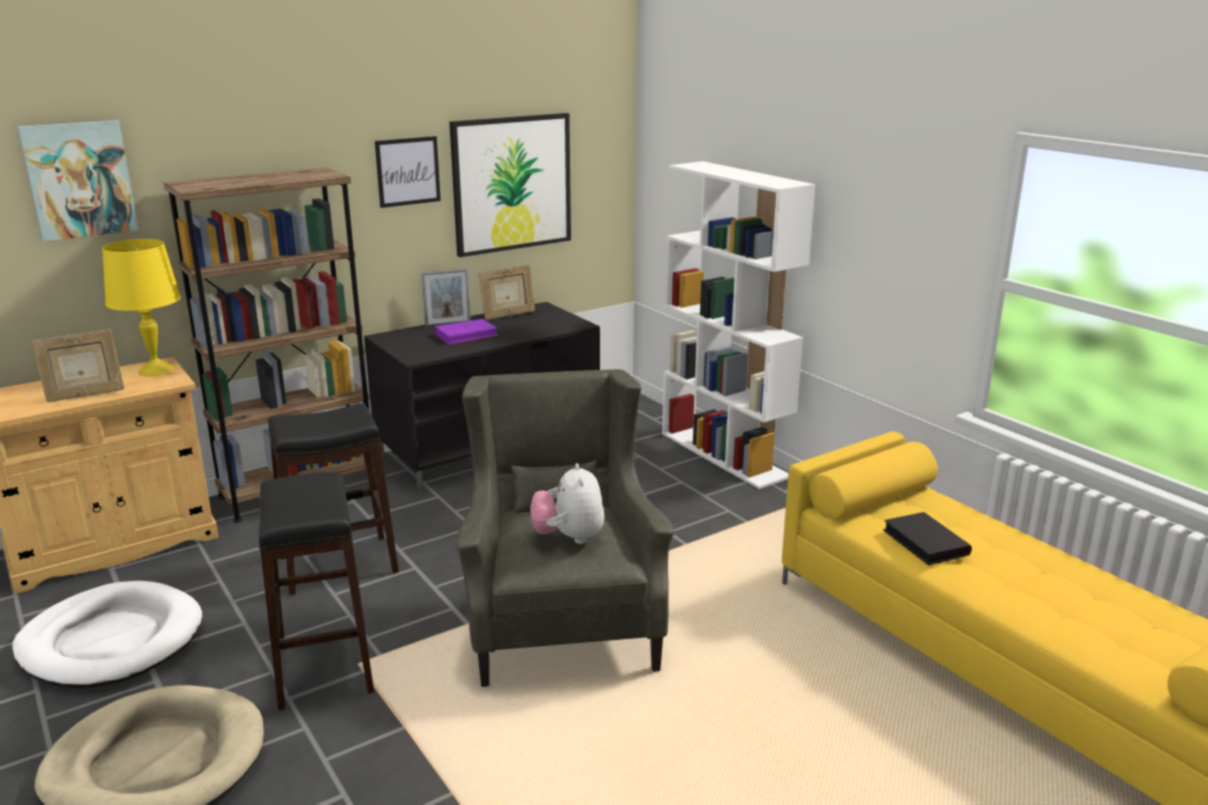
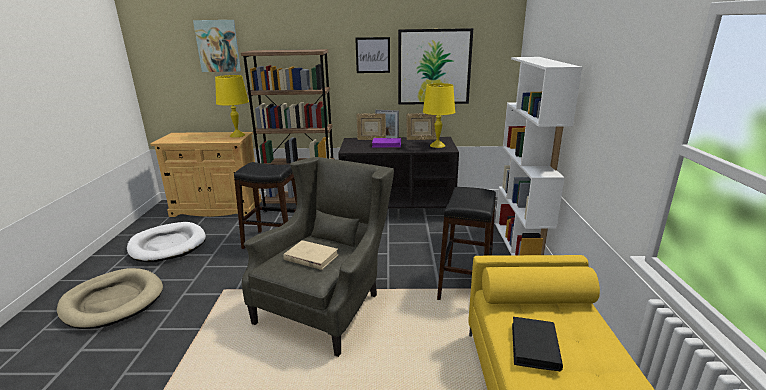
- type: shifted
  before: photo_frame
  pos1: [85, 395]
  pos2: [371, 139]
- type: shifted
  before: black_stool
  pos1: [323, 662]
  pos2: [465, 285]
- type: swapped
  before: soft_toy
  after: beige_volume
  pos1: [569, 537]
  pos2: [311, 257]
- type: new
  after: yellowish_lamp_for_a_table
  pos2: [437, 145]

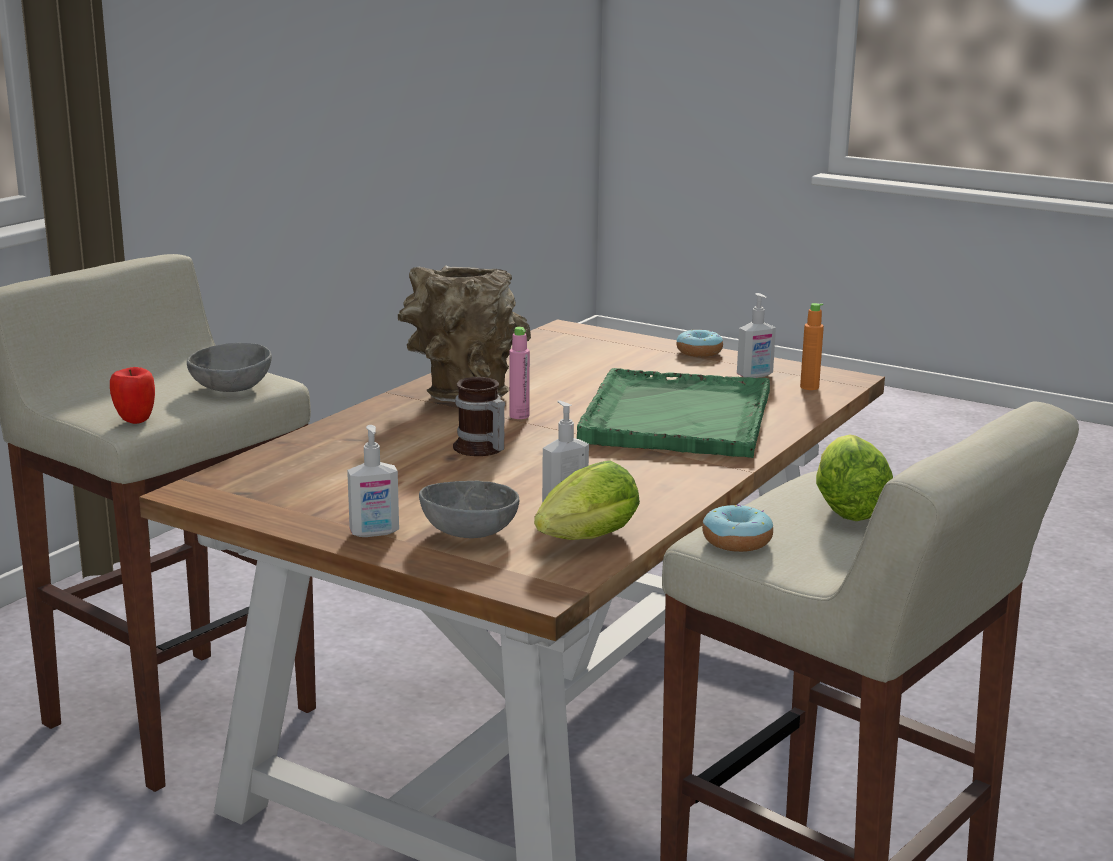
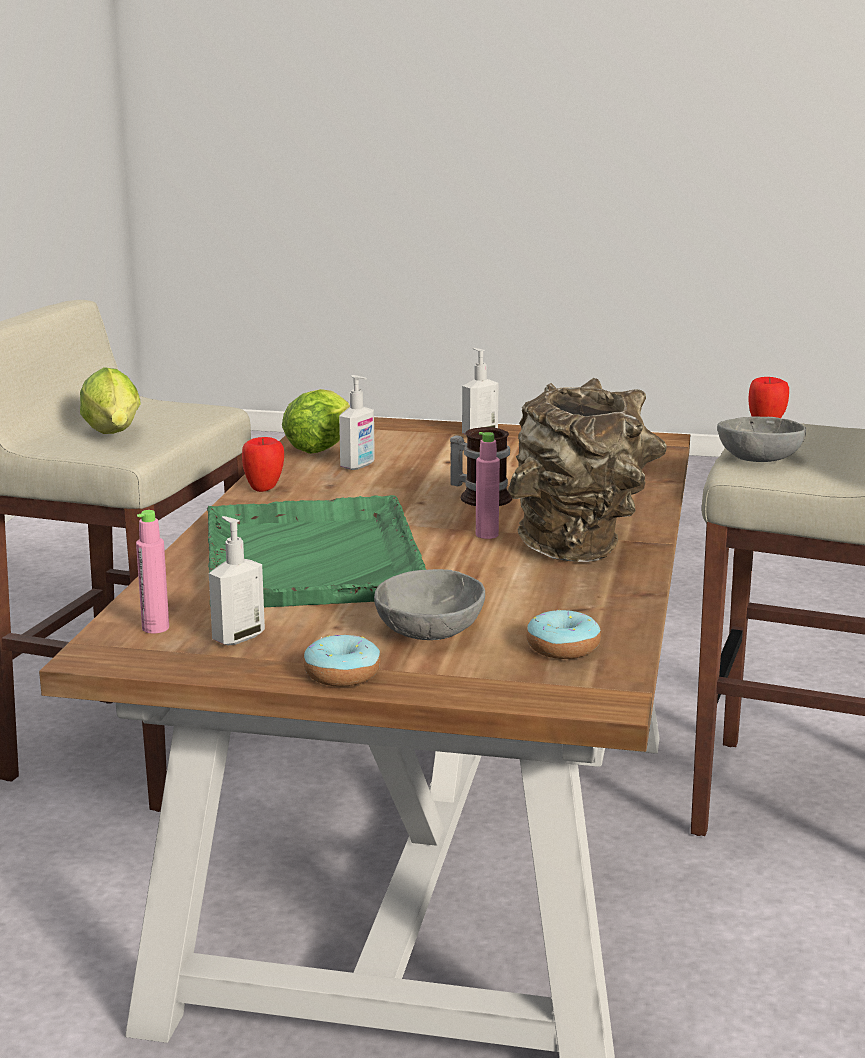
- type: shifted
  before: grey_deep_dish
  pos1: [469, 531]
  pos2: [430, 633]
- type: shifted
  before: doughnut
  pos1: [736, 541]
  pos2: [563, 648]
- type: repainted
  before: orange-coloured_beverage_bottle
  after: pink-coloured_beverage_bottle
  pos1: [809, 387]
  pos2: [155, 628]
- type: new
  after: whole_apple
  pos2: [264, 489]

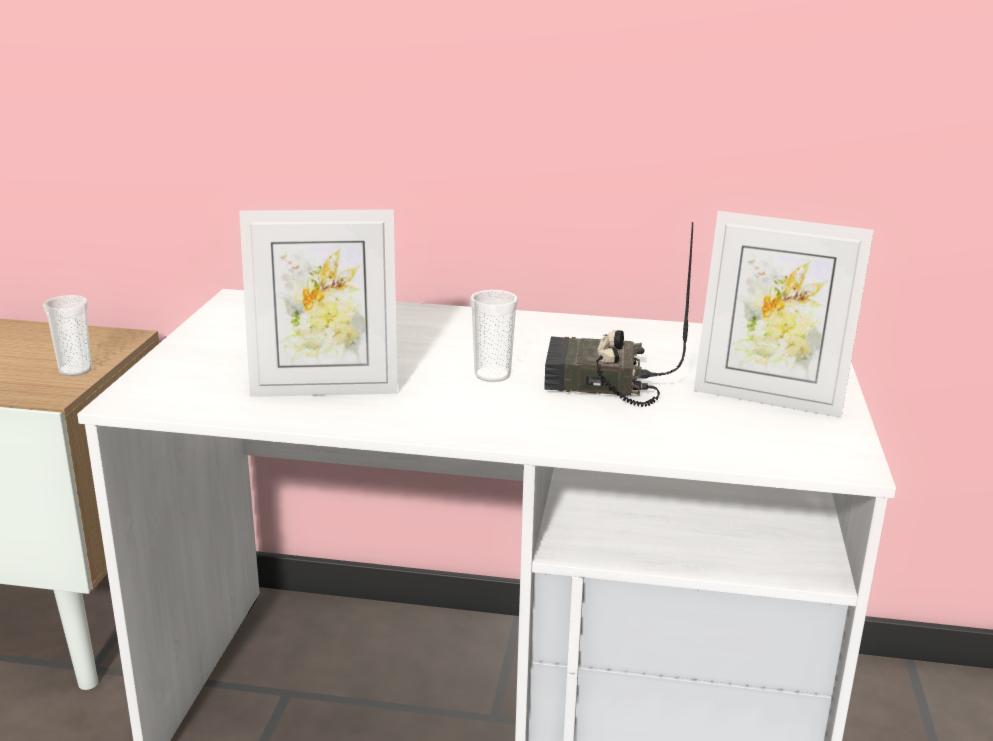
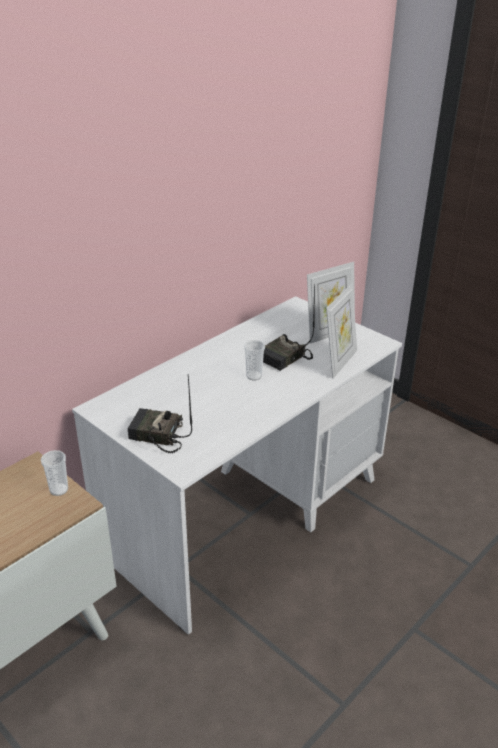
- type: shifted
  before: photo_frame
  pos1: [325, 388]
  pos2: [339, 362]
- type: new
  after: radio_receiver
  pos2: [156, 436]

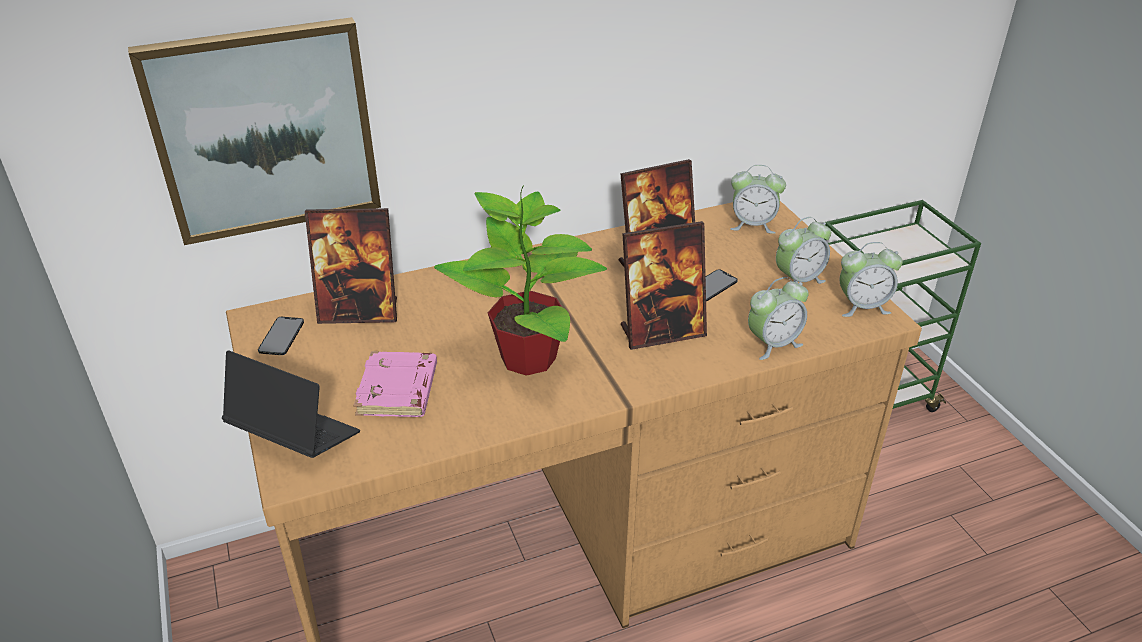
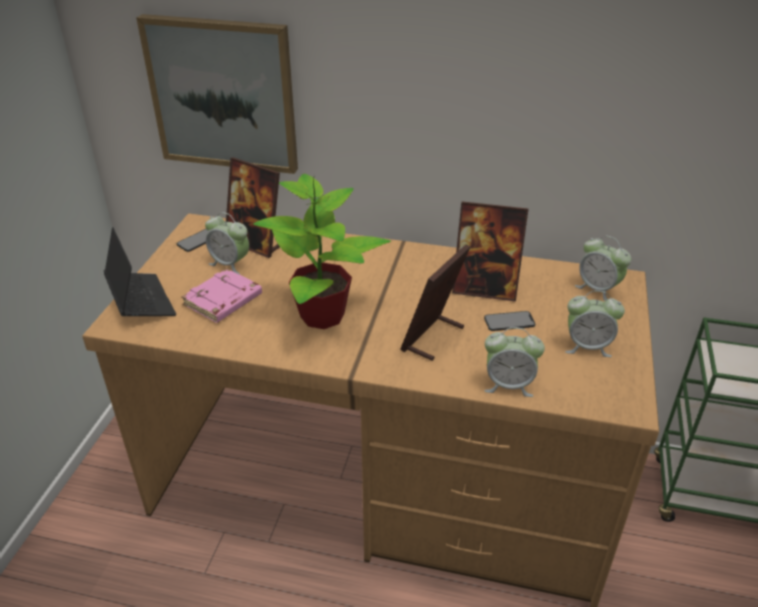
- type: rotated
  before: photo_frame
  pos1: [662, 332]
  pos2: [433, 338]
  turn: 105
- type: shifted
  before: table_clock
  pos1: [862, 306]
  pos2: [230, 264]

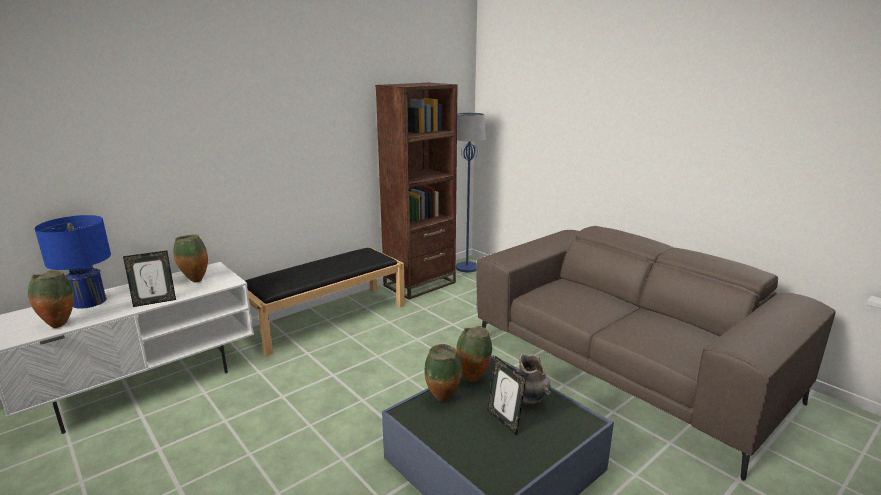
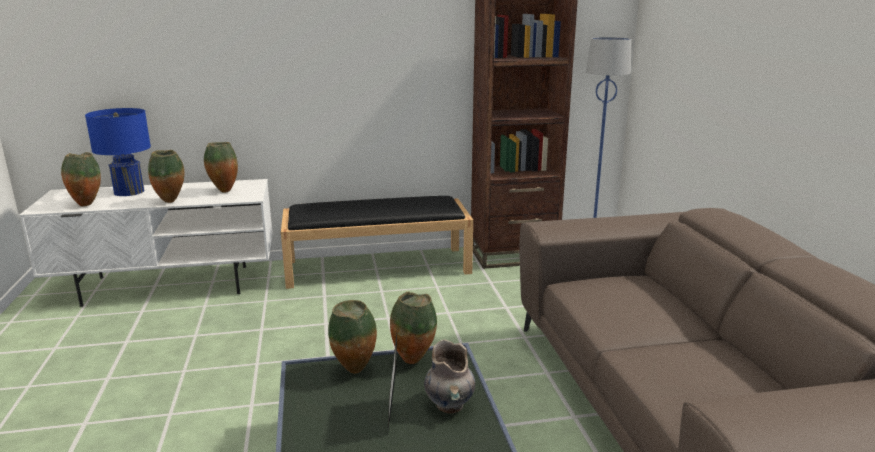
- type: swapped
  before: photo_frame
  after: flower_vase
  pos1: [155, 302]
  pos2: [171, 202]

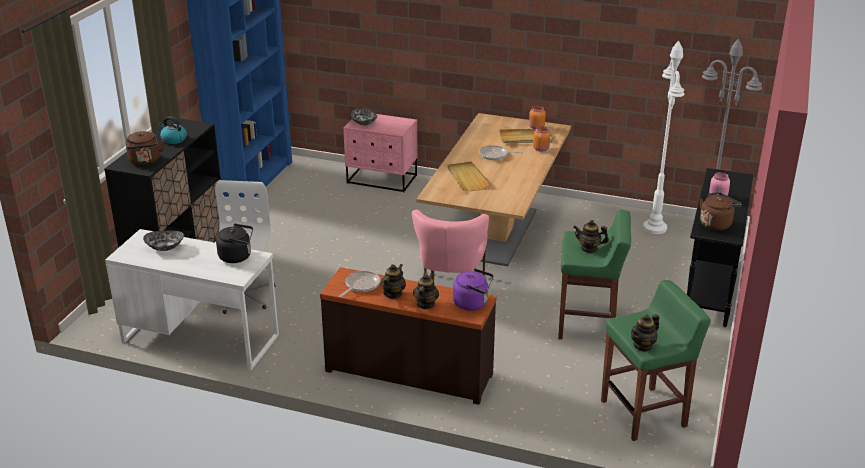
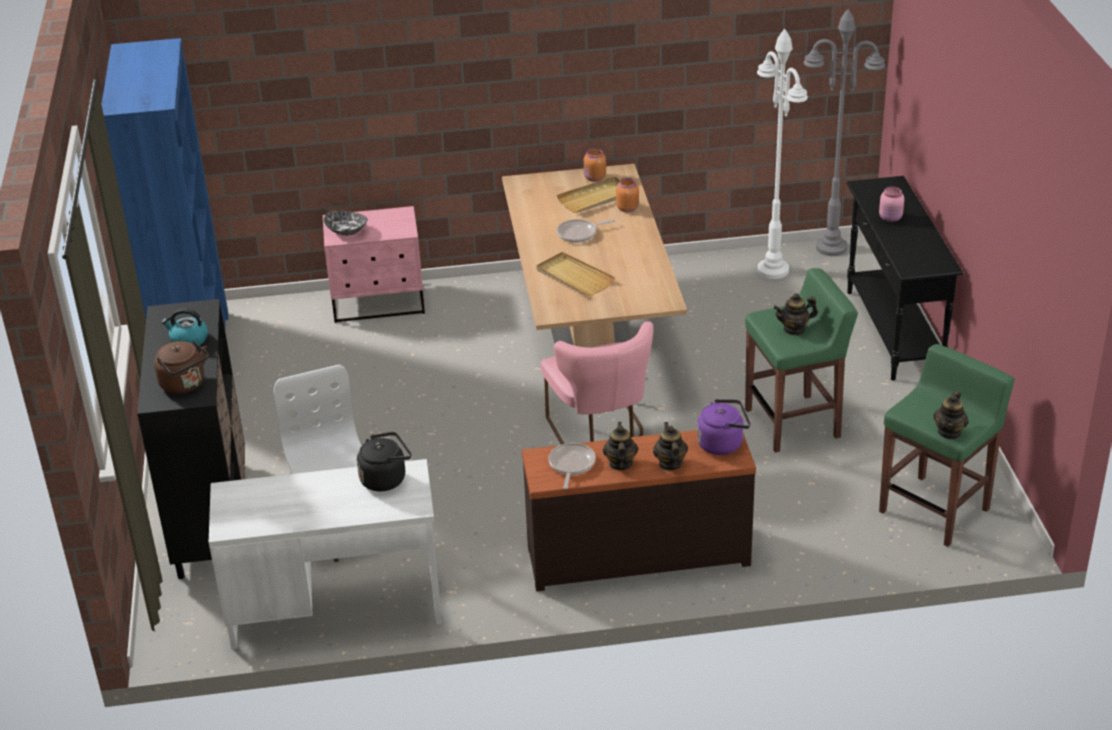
- type: gone
  before: deep_dish
  pos1: [165, 248]
- type: gone
  before: brown_tea_kettle
  pos1: [716, 224]

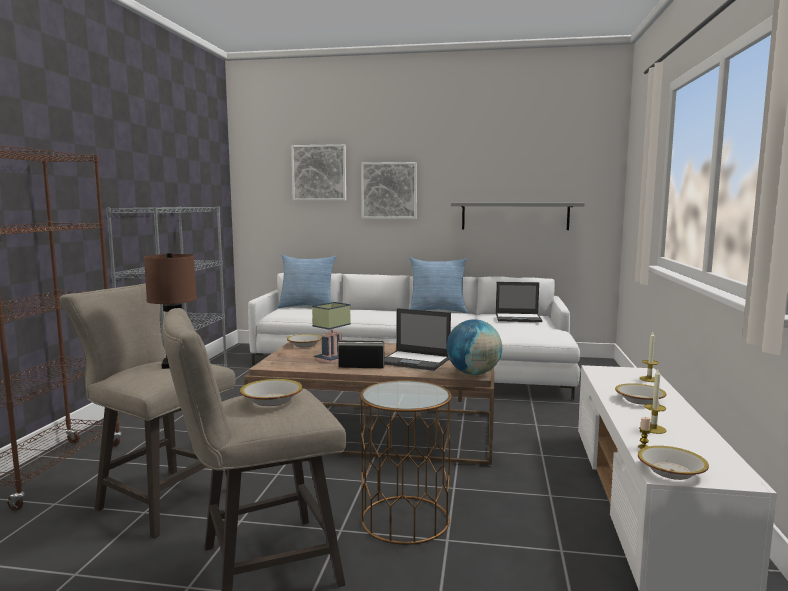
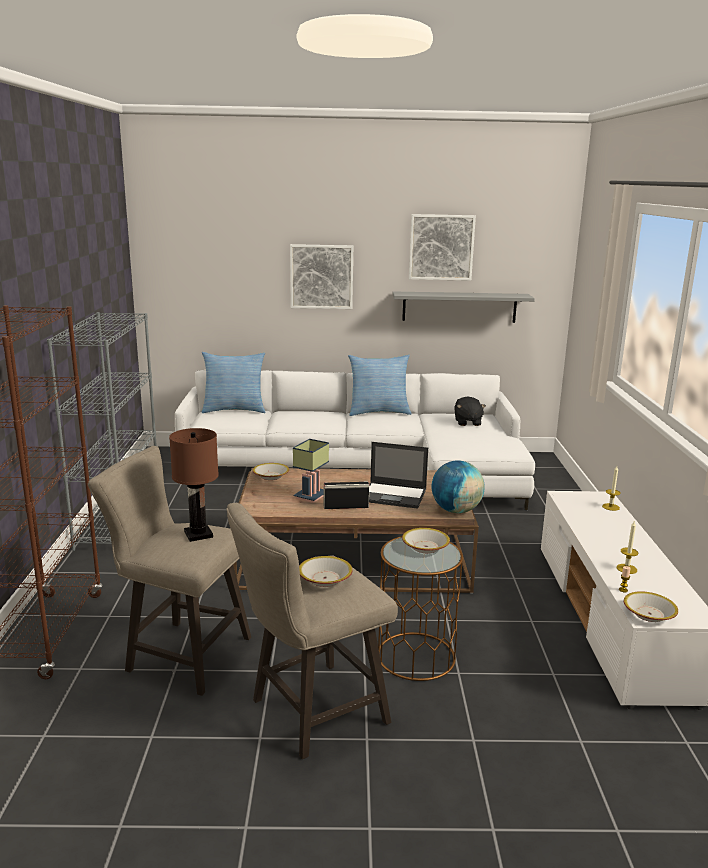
- type: shifted
  before: picture
  pos1: [319, 173]
  pos2: [441, 247]
- type: swapped
  before: laptop
  after: black_soft_toy
  pos1: [518, 318]
  pos2: [467, 422]
- type: shifted
  before: deep_dish
  pos1: [640, 400]
  pos2: [425, 547]

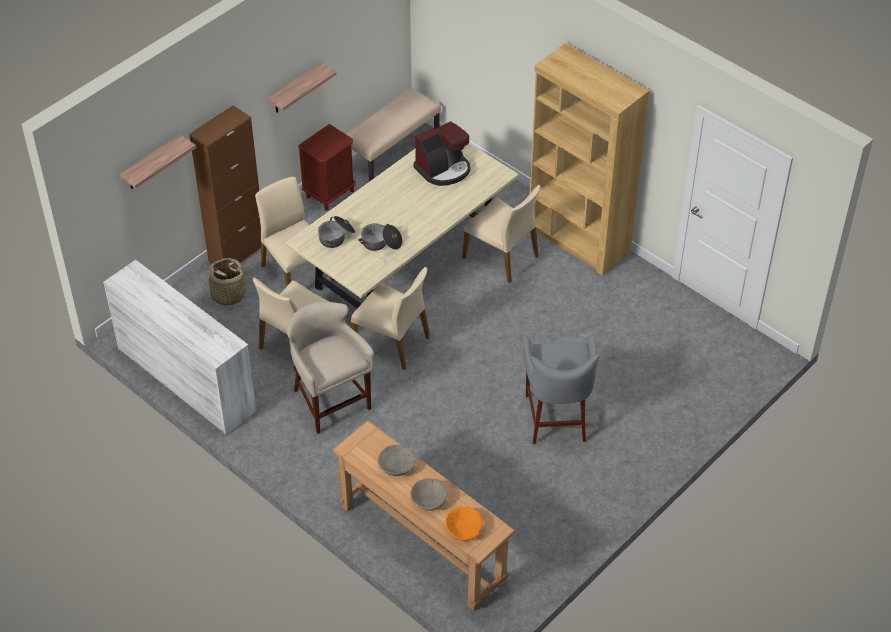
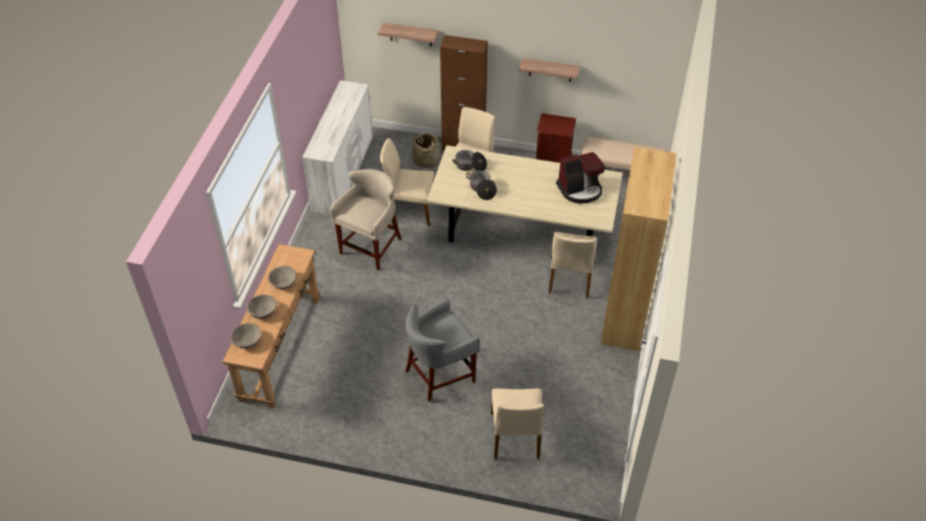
- type: shifted
  before: beige_upright_chair
  pos1: [392, 342]
  pos2: [515, 436]
- type: rotated
  before: coffee_maker
  pos1: [443, 169]
  pos2: [580, 190]
  turn: -45
- type: repainted
  before: orange-coloured_deep_dish
  after: beige_deep_dish
  pos1: [463, 528]
  pos2: [248, 340]

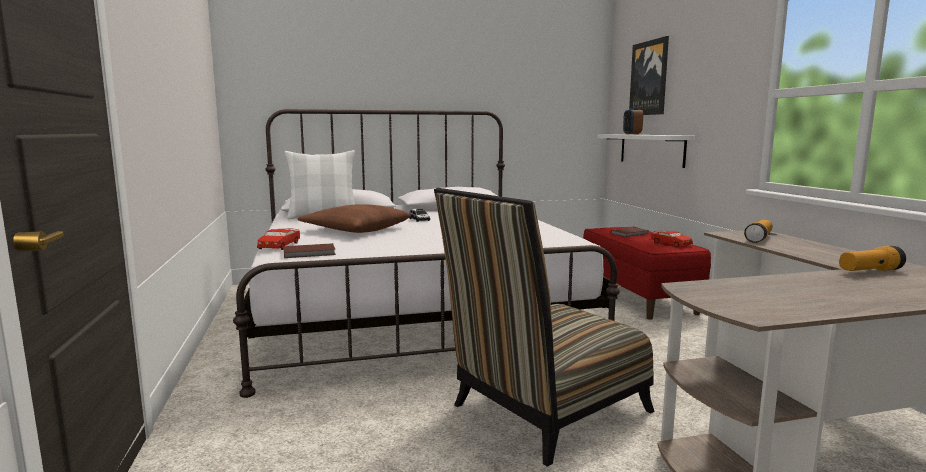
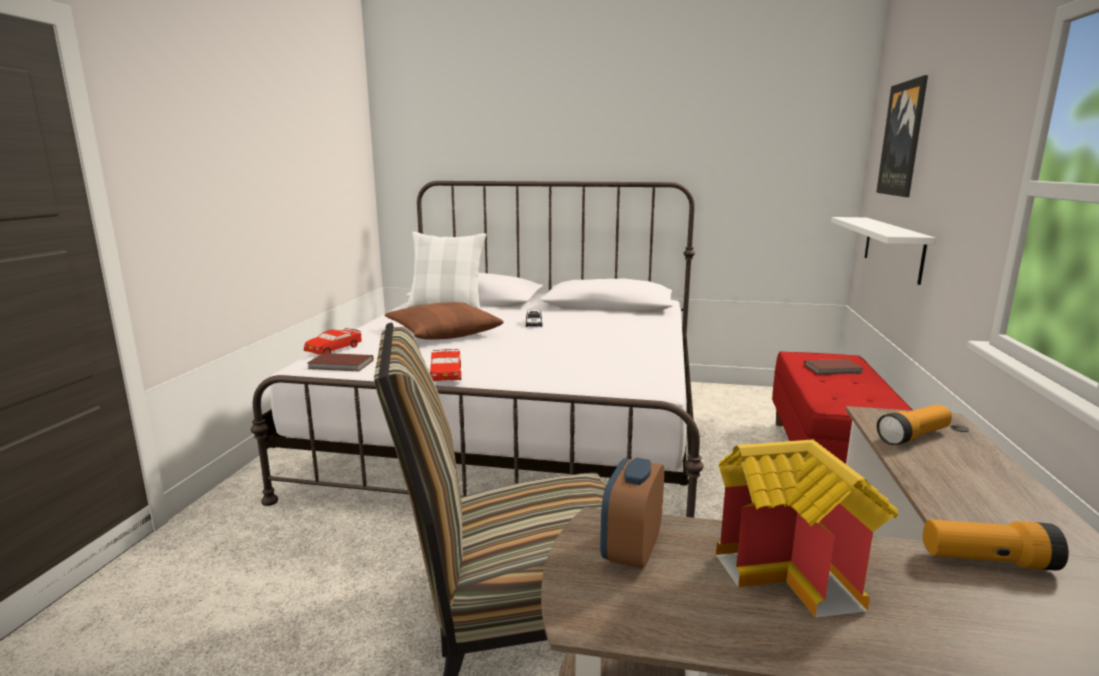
- type: shifted
  before: table_clock
  pos1: [632, 134]
  pos2: [631, 551]
- type: shifted
  before: red-coloured_toy_car
  pos1: [670, 243]
  pos2: [446, 373]
- type: new
  after: toy_house
  pos2: [795, 573]

